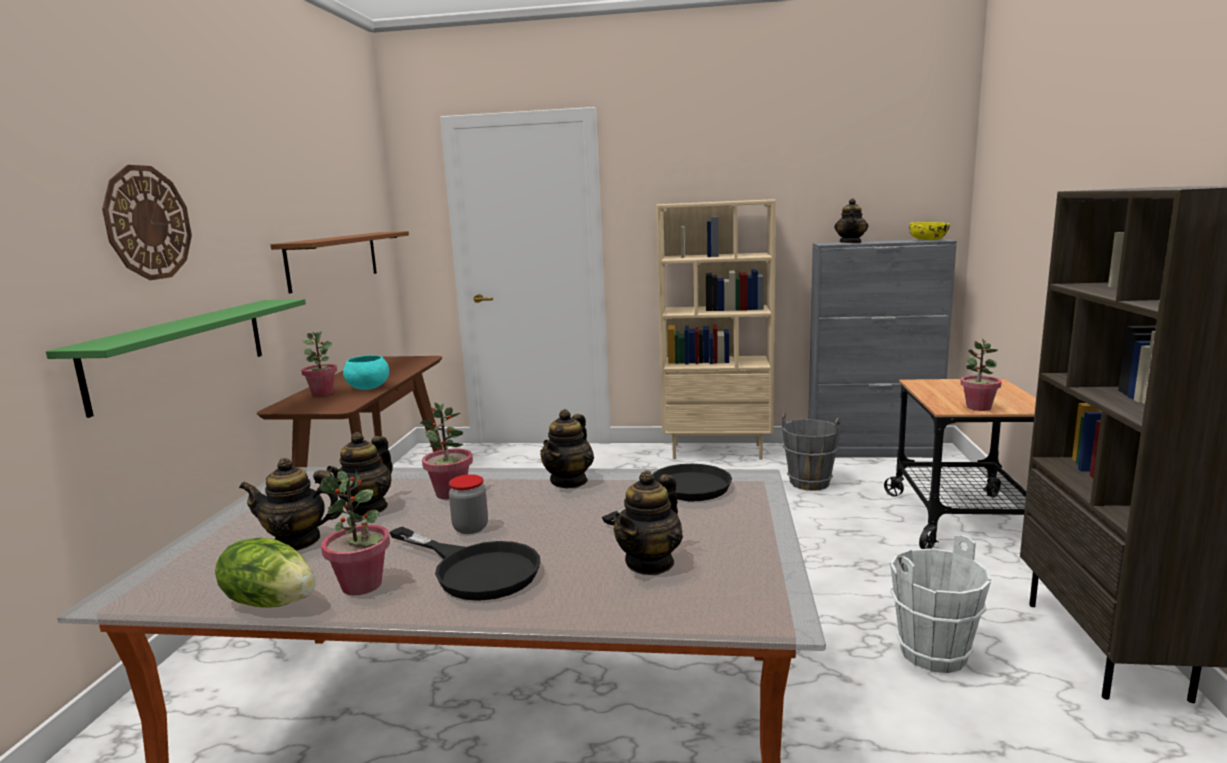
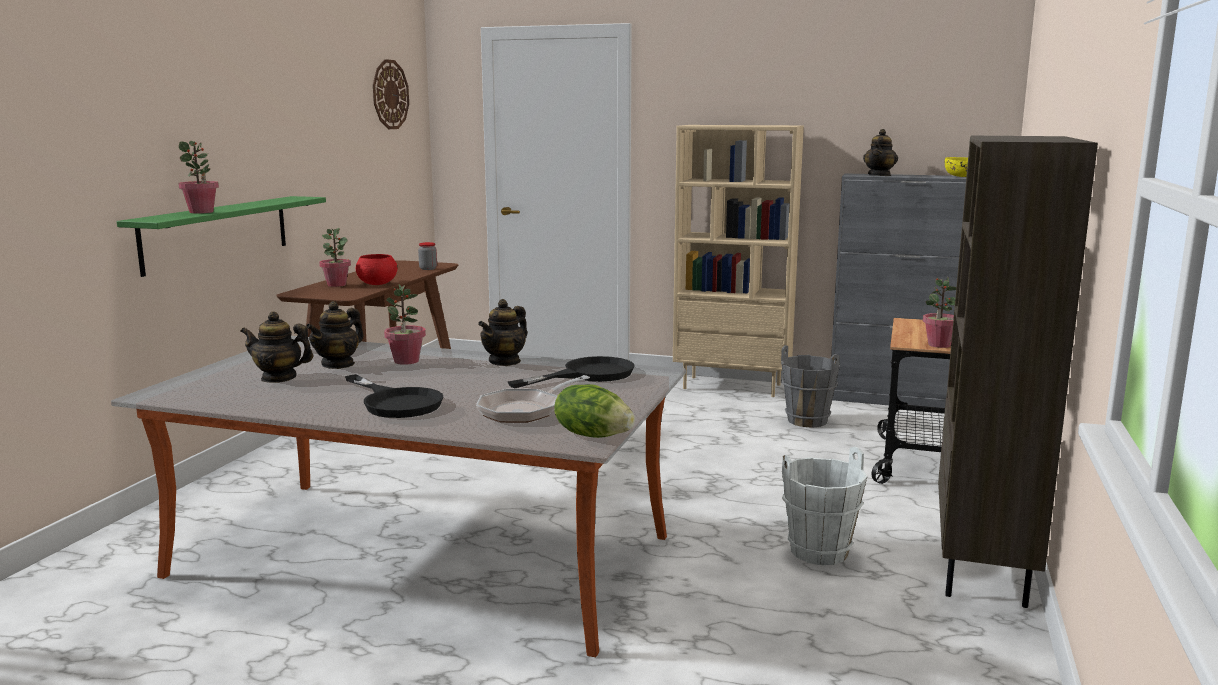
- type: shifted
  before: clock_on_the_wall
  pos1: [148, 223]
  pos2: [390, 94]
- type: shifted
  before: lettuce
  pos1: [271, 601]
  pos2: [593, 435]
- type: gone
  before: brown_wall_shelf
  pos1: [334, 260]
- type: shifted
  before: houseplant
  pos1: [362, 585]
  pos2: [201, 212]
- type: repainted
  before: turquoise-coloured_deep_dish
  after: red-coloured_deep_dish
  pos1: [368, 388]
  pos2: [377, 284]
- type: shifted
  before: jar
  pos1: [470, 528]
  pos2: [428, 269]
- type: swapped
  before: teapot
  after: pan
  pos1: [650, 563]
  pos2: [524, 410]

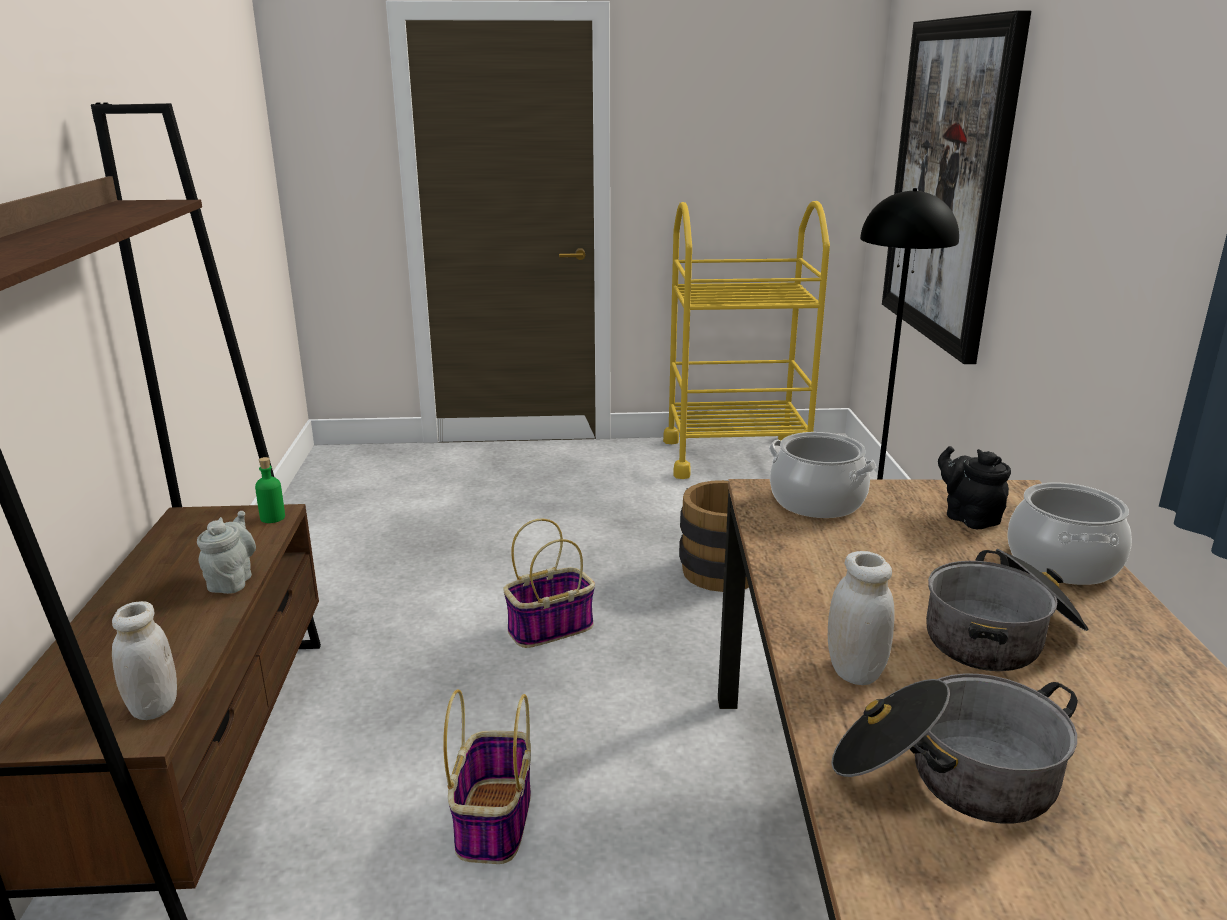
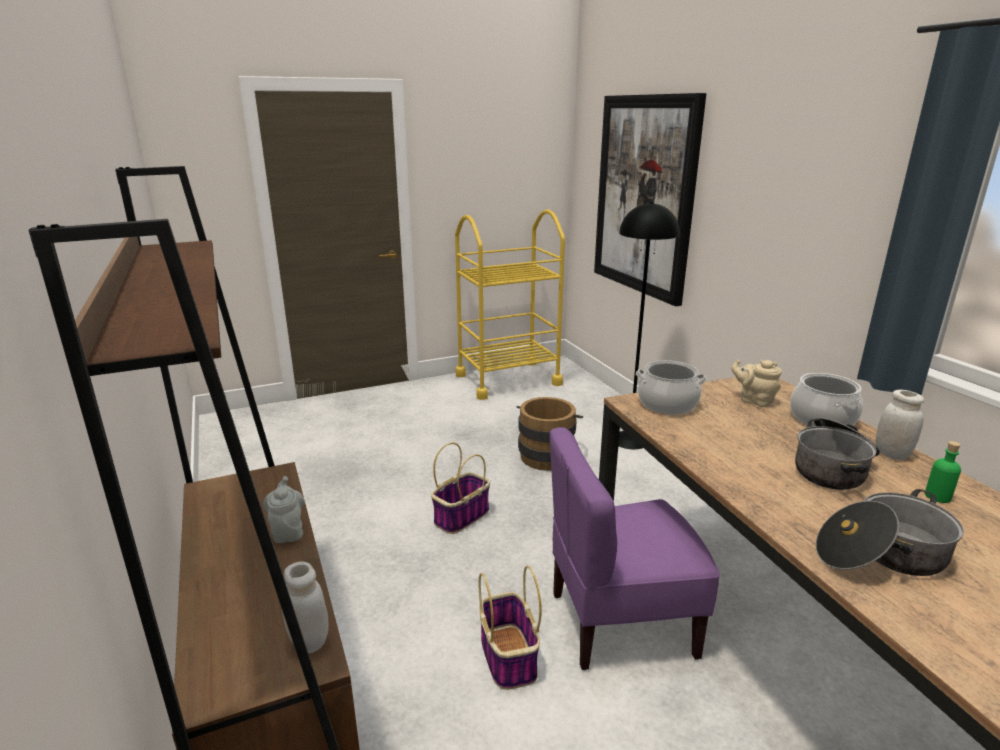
- type: shifted
  before: green-coloured_beverage_bottle
  pos1: [273, 518]
  pos2: [937, 496]
- type: shifted
  before: white_jar
  pos1: [854, 671]
  pos2: [892, 454]
- type: repainted
  before: black_teapot
  after: beige_teapot
  pos1: [968, 517]
  pos2: [754, 400]
- type: new
  after: purple-coloured_upright_chair
  pos2: [620, 623]

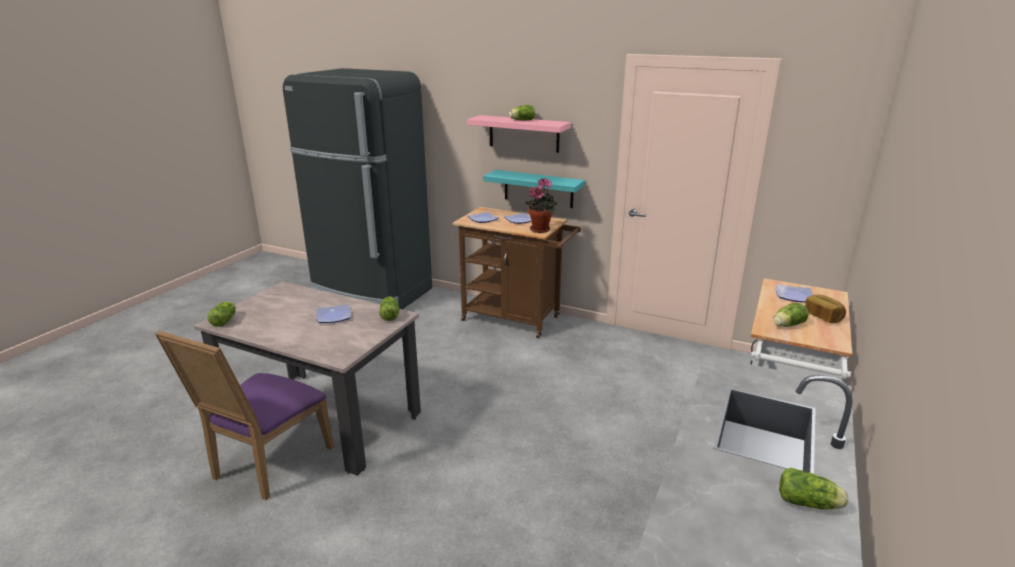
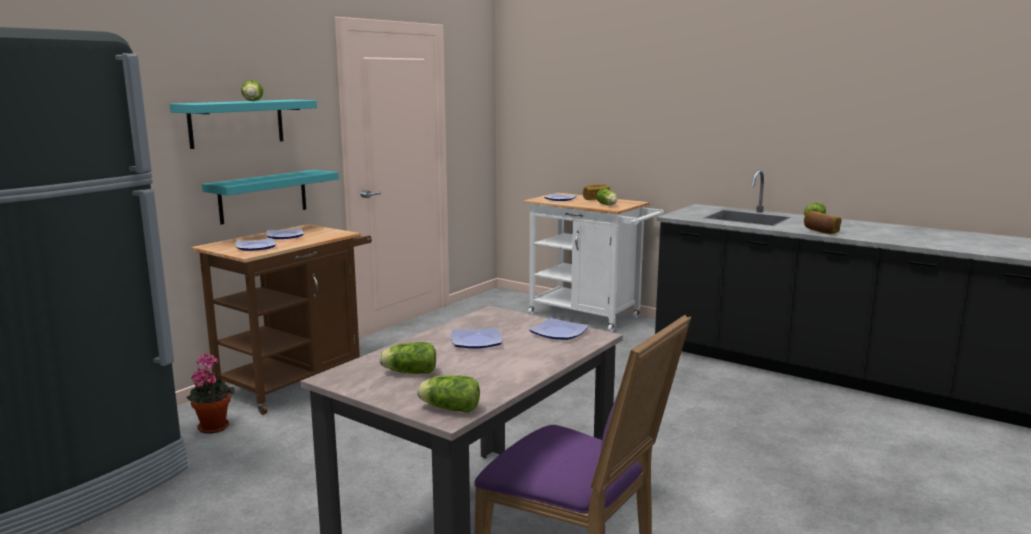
- type: shifted
  before: lettuce
  pos1: [390, 315]
  pos2: [408, 372]
- type: repainted
  before: pink-coloured_wall_shelf
  after: turquoise-coloured_wall_shelf
  pos1: [524, 133]
  pos2: [236, 123]
- type: shifted
  before: houseplant
  pos1: [541, 229]
  pos2: [213, 426]
- type: new
  after: flat_dish
  pos2: [560, 333]
- type: new
  after: baked_bread
  pos2: [820, 231]

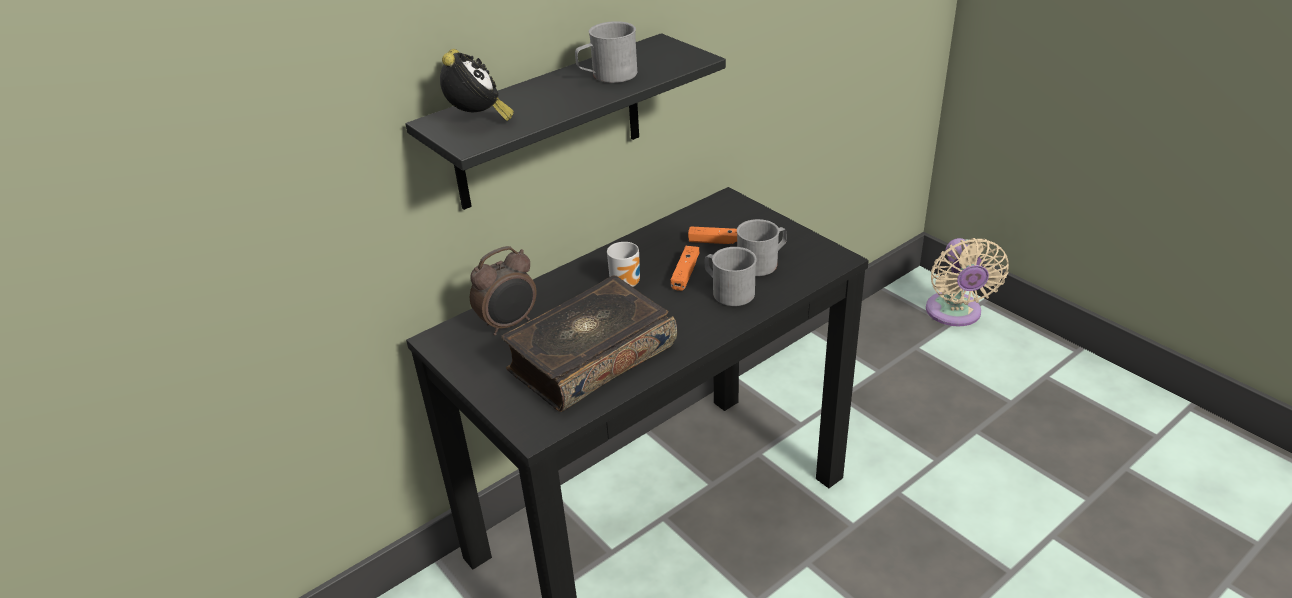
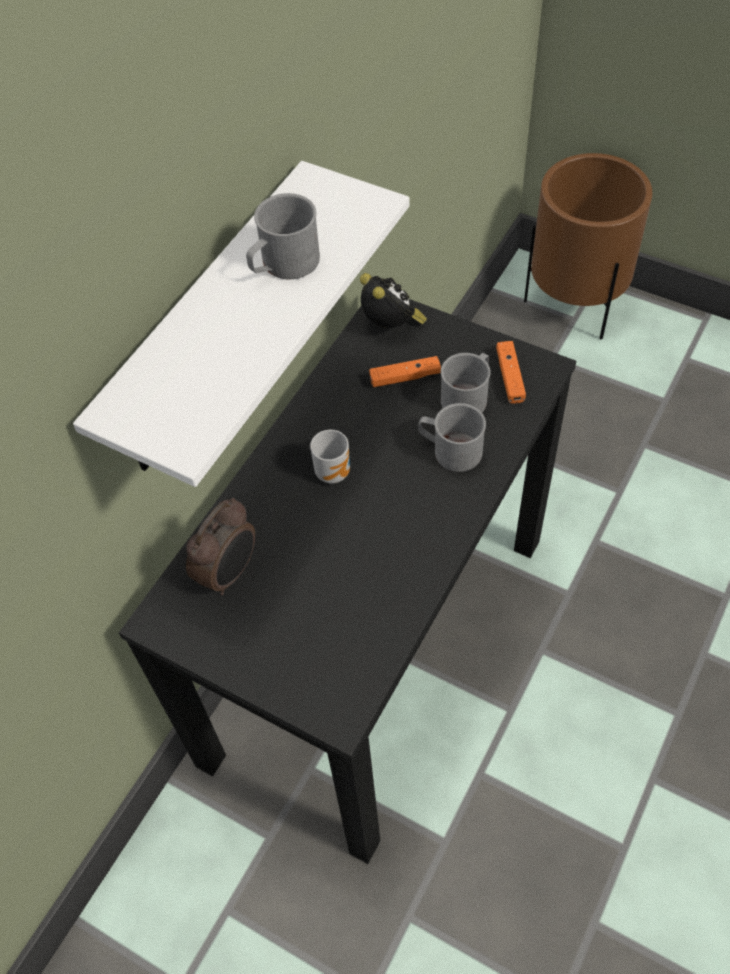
- type: repainted
  before: black_wall_shelf
  after: white_wall_shelf
  pos1: [548, 123]
  pos2: [209, 327]
- type: shifted
  before: table_clock
  pos1: [478, 120]
  pos2: [391, 326]
- type: gone
  before: volume
  pos1: [590, 357]
- type: shifted
  before: orange-coloured_gamepad
  pos1: [685, 273]
  pos2: [510, 377]
- type: swapped
  before: beige_cooling_fan
  after: brown_flower_pot
  pos1: [954, 314]
  pos2: [575, 304]

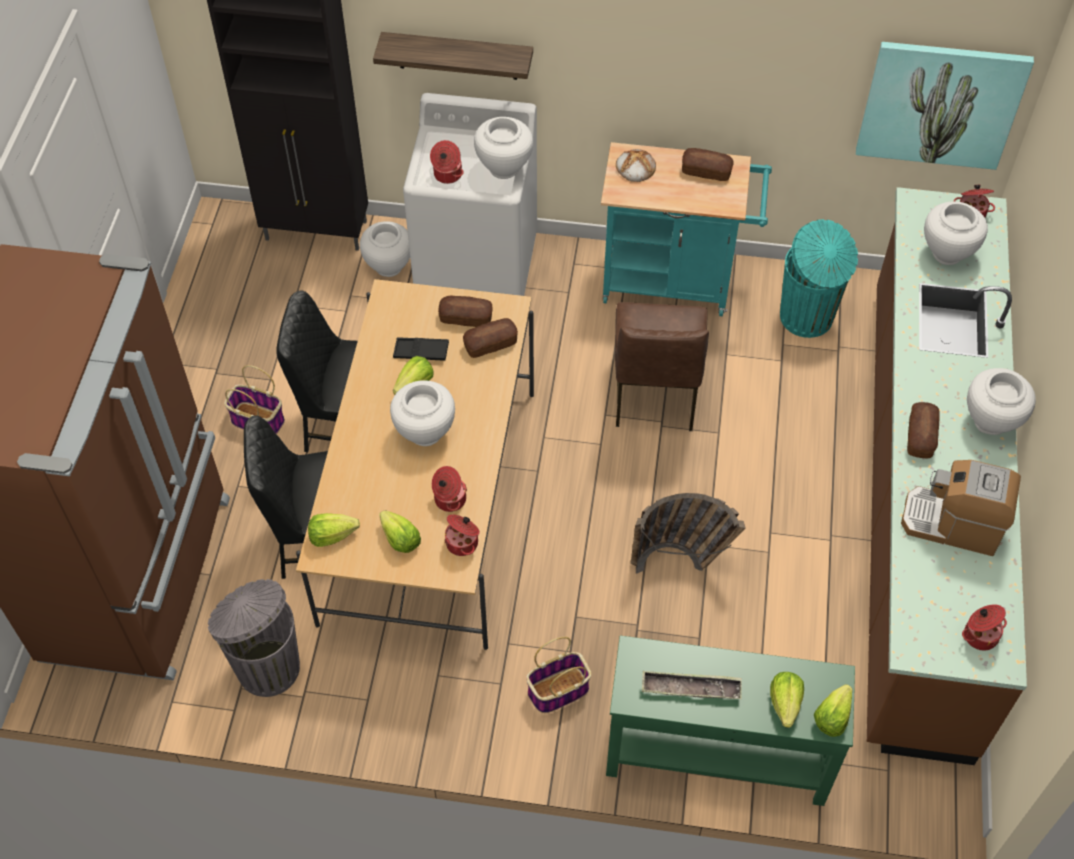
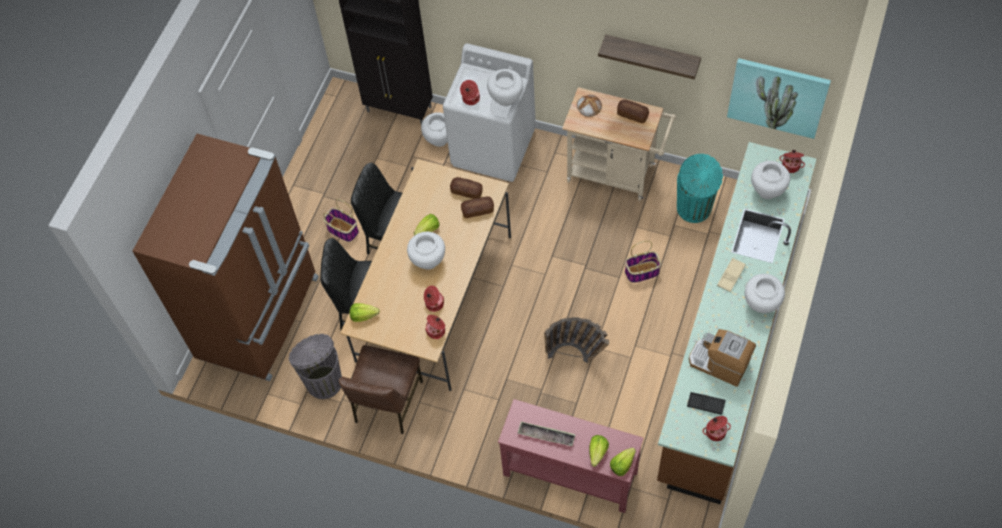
- type: shifted
  before: wall_shelf
  pos1: [457, 56]
  pos2: [652, 54]
- type: gone
  before: lettuce
  pos1: [400, 539]
- type: shifted
  before: black_tray
  pos1: [421, 352]
  pos2: [705, 404]
- type: shifted
  before: household_basket
  pos1: [558, 691]
  pos2: [641, 272]
- type: repainted
  before: turquoise-coloured_cart
  after: beige_cart
  pos1: [675, 282]
  pos2: [616, 174]
- type: repainted
  before: green-coloured_hall_table
  after: red-coloured_hall_table
  pos1: [716, 753]
  pos2: [569, 473]
- type: shifted
  before: brown_upright_chair
  pos1: [654, 393]
  pos2: [387, 402]
- type: gone
  before: baked_bread
  pos1: [920, 436]
- type: new
  after: beige_tray
  pos2: [731, 276]

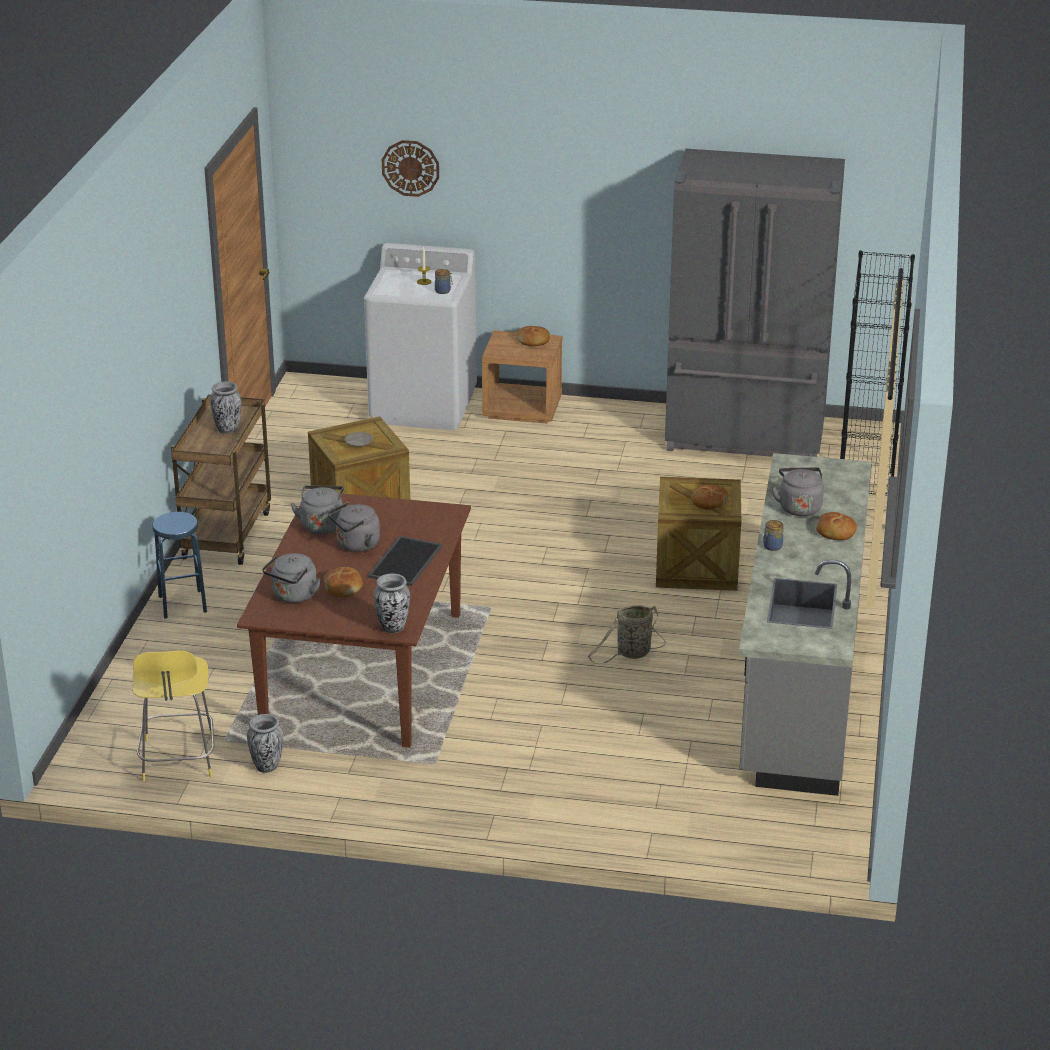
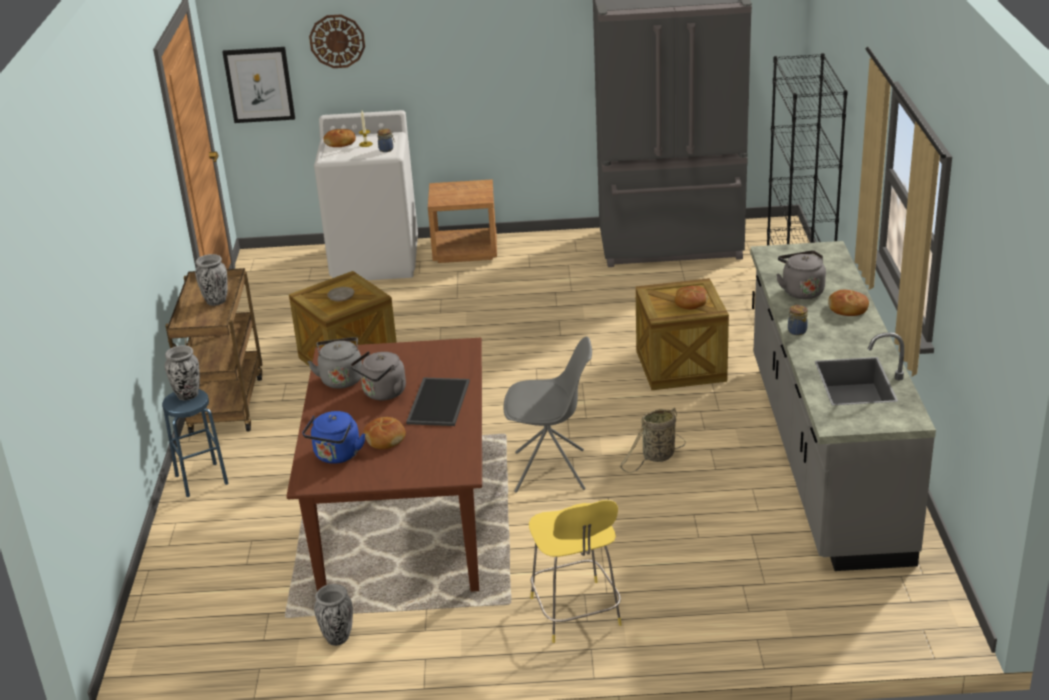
- type: shifted
  before: yellowish_stool
  pos1: [178, 760]
  pos2: [576, 614]
- type: repainted
  before: grey_tea_kettle
  after: blue_tea_kettle
  pos1: [293, 596]
  pos2: [336, 456]
- type: shifted
  before: flower_vase
  pos1: [393, 628]
  pos2: [188, 395]
- type: shifted
  before: baked_bread
  pos1: [533, 341]
  pos2: [340, 143]
- type: new
  after: picture
  pos2: [259, 84]
- type: new
  after: grey_upright_chair
  pos2: [551, 471]

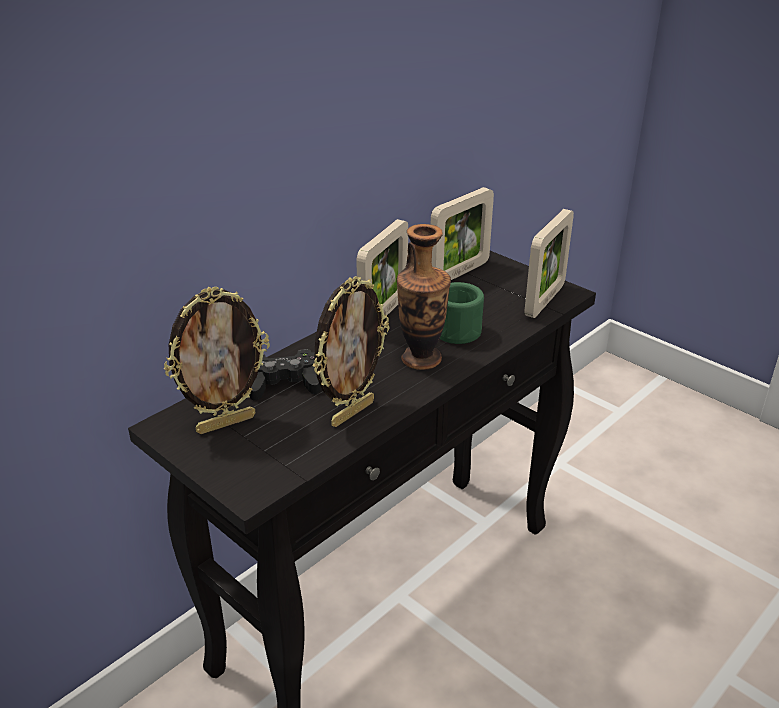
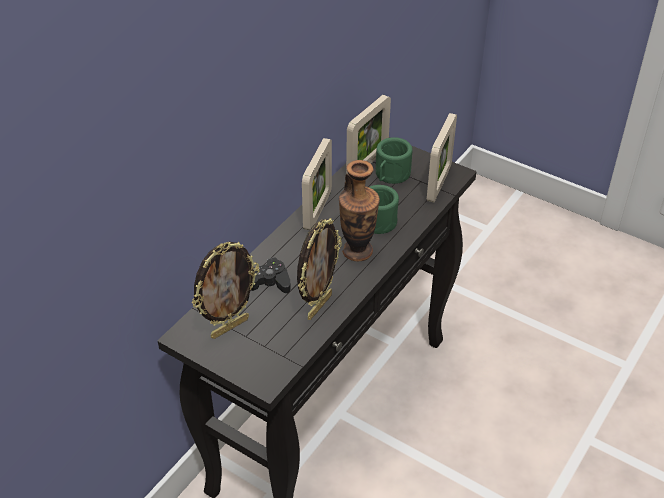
- type: new
  after: green-coloured_tea_mug
  pos2: [390, 175]

